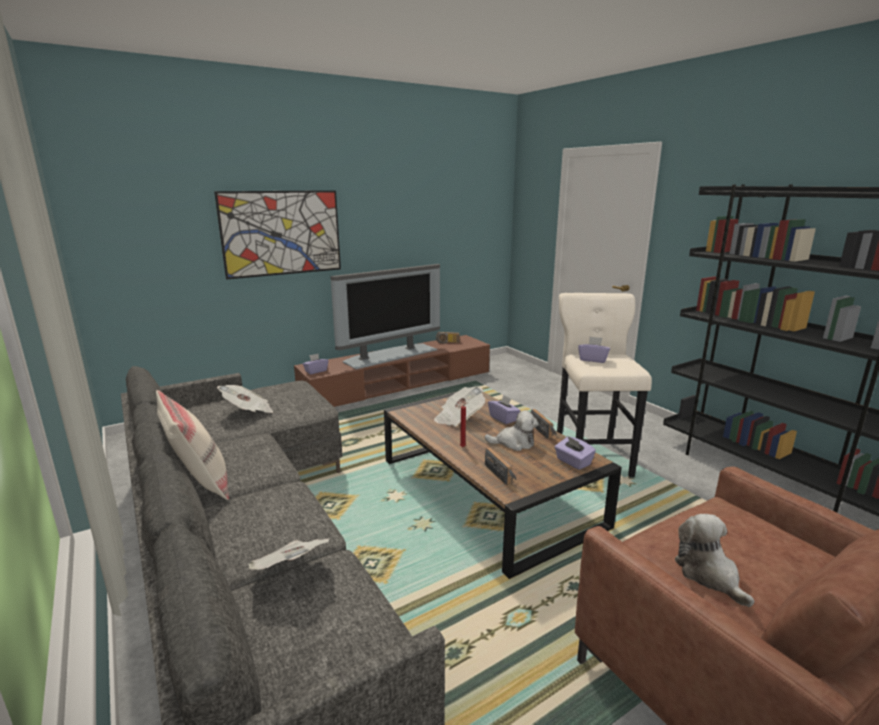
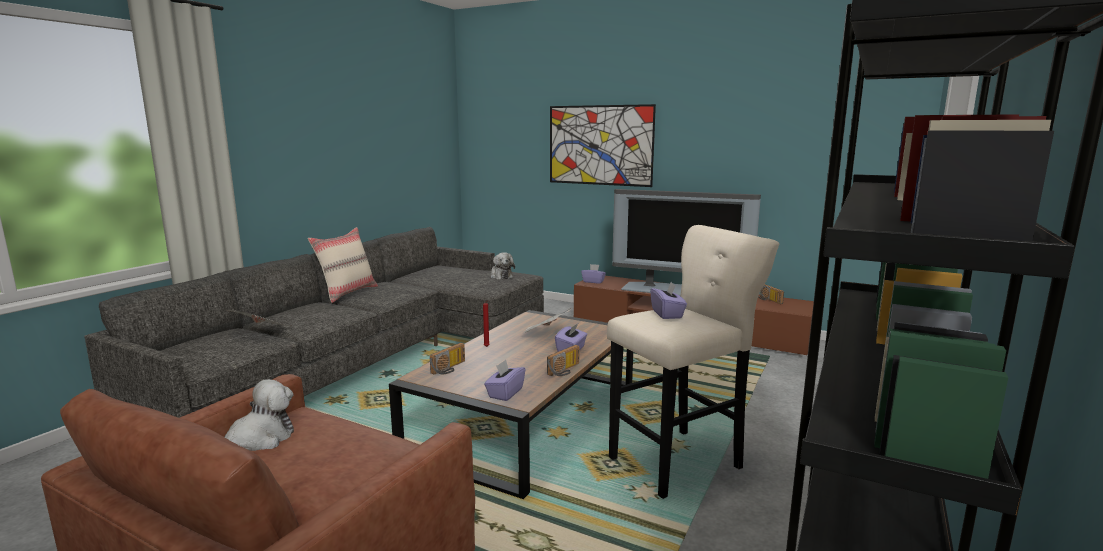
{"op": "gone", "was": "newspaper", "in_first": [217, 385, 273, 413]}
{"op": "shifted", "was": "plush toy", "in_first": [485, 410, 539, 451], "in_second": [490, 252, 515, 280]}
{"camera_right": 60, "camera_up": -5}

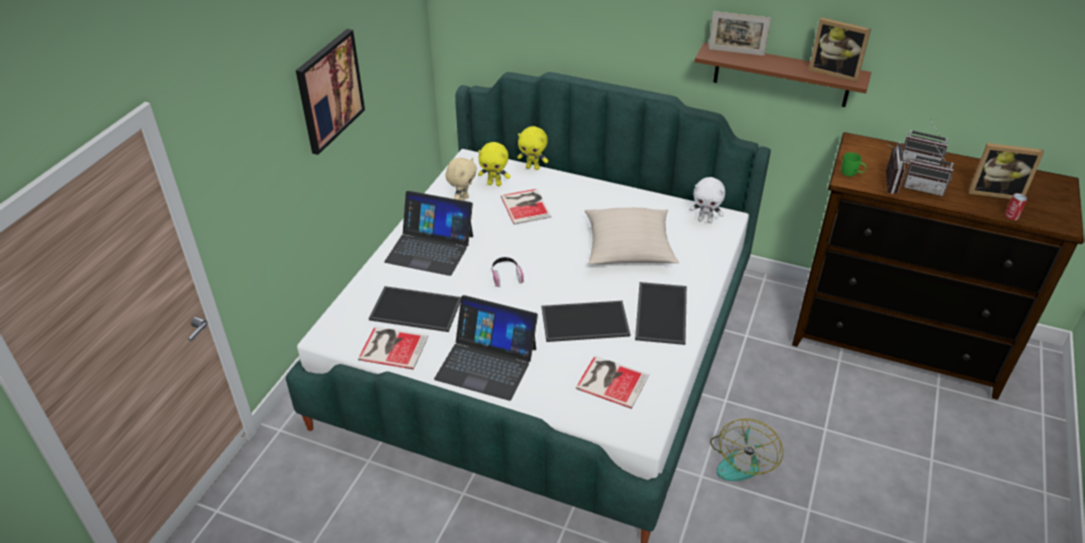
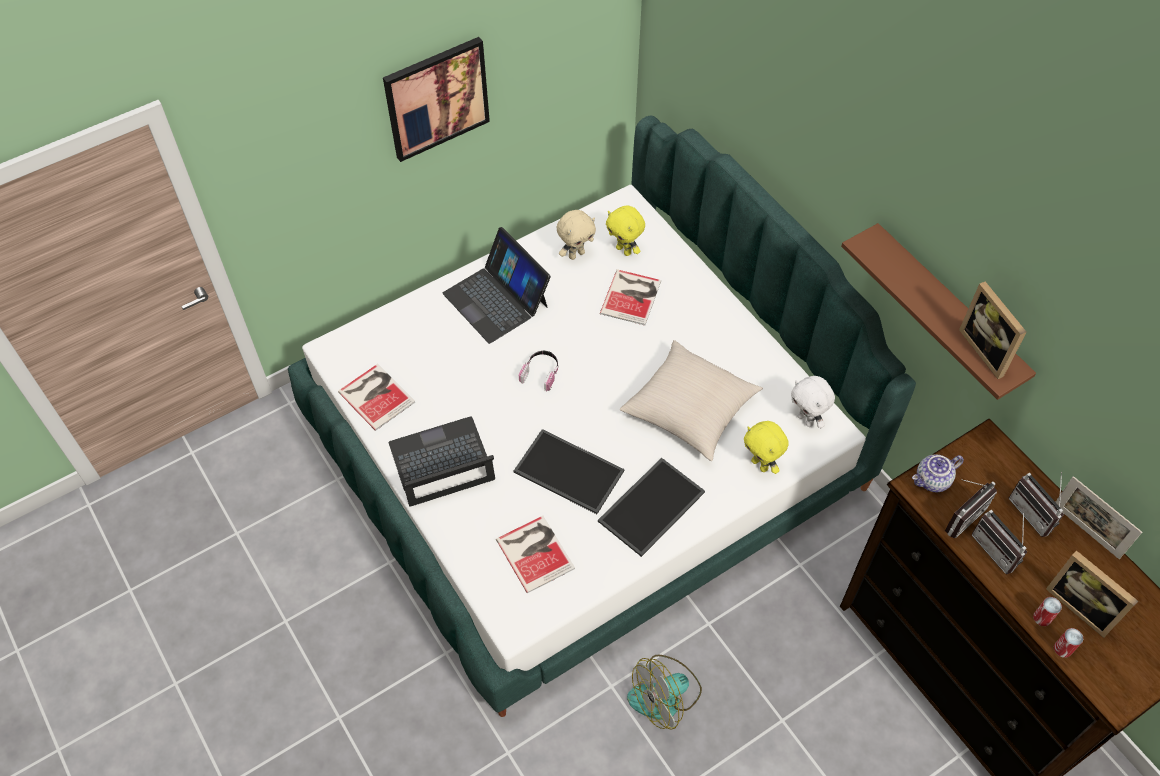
{"op": "gone", "was": "tray", "in_first": [369, 286, 461, 332]}
{"op": "new", "now": "can", "in_second": [1033, 597, 1062, 626]}
{"op": "shifted", "was": "plush toy/yellow", "in_first": [517, 126, 548, 170], "in_second": [744, 421, 789, 474]}
{"op": "shifted", "was": "picture frame", "in_first": [708, 11, 771, 56], "in_second": [1056, 476, 1142, 559]}
{"op": "swapped", "was": "mug/green", "now": "teapot", "in_first": [841, 152, 867, 176], "in_second": [912, 455, 964, 492]}
{"op": "rotated", "was": "laptop", "in_first": [434, 295, 538, 401], "in_second": [389, 416, 495, 507], "clockwise": 105}
{"camera_right": 35, "camera_up": 15}

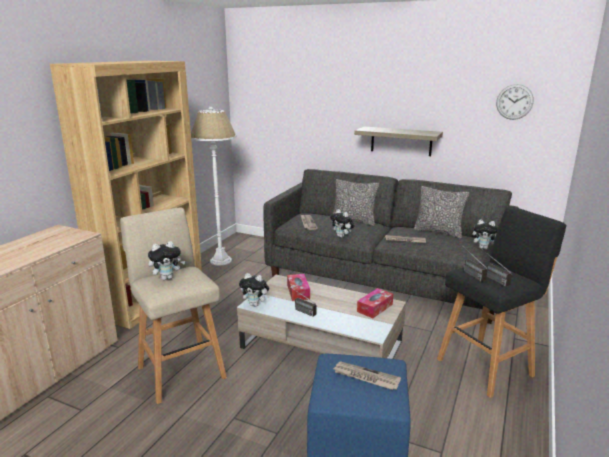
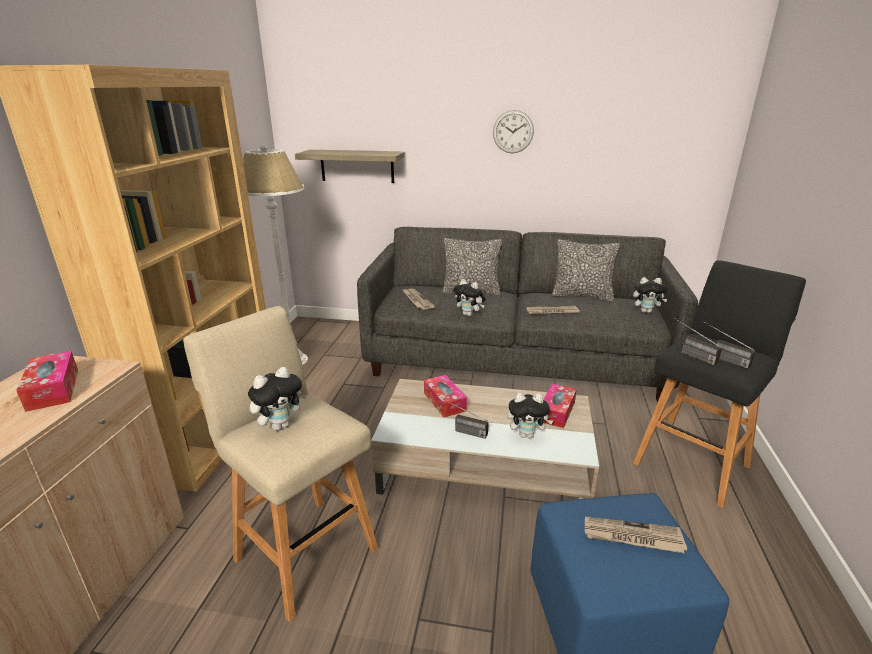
{"op": "new", "now": "tissue box", "in_second": [16, 351, 78, 412]}
{"op": "shifted", "was": "plush toy", "in_first": [239, 273, 270, 307], "in_second": [507, 393, 554, 438]}
{"op": "shifted", "was": "shelf", "in_first": [354, 127, 443, 156], "in_second": [295, 150, 405, 183]}
{"op": "shifted", "was": "wall clock", "in_first": [496, 84, 534, 120], "in_second": [493, 110, 534, 153]}
{"camera_right": -15, "camera_up": 5}

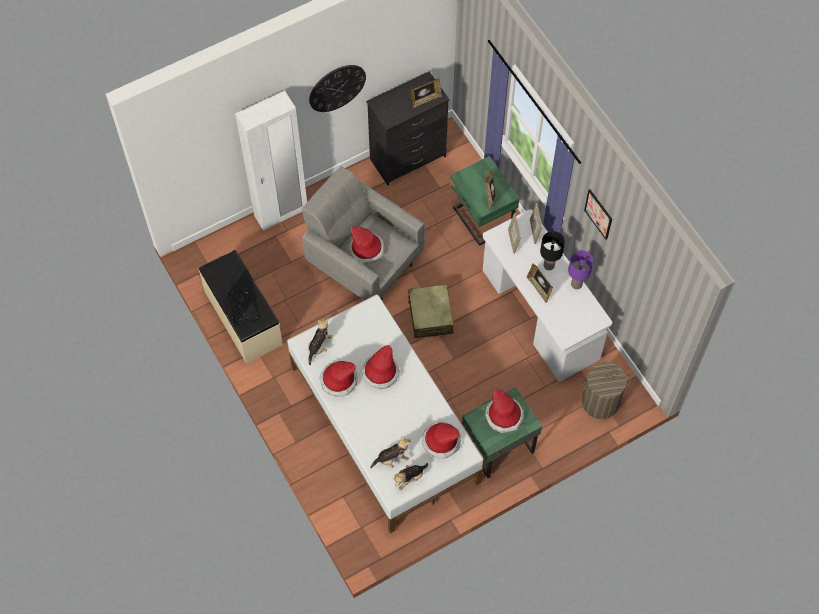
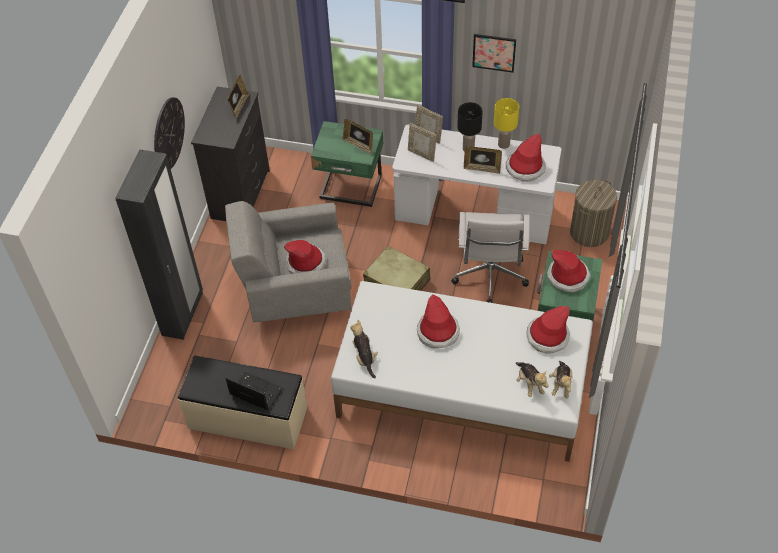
{"op": "new", "now": "office chair/white", "in_second": [451, 212, 530, 303]}
{"op": "shifted", "was": "hat", "in_first": [319, 361, 358, 396], "in_second": [506, 134, 546, 181]}
{"op": "repainted", "was": "wardrobe/white", "now": "wardrobe/black", "in_first": [235, 91, 307, 231], "in_second": [115, 150, 203, 340]}
{"op": "repainted", "was": "table lamp/purple", "now": "table lamp/yellow", "in_first": [568, 250, 594, 289], "in_second": [494, 98, 519, 149]}
{"op": "rotated", "was": "plush toy", "in_first": [370, 437, 411, 468], "in_second": [515, 362, 549, 397], "clockwise": 135}
{"camera_right": -45, "camera_up": -10}

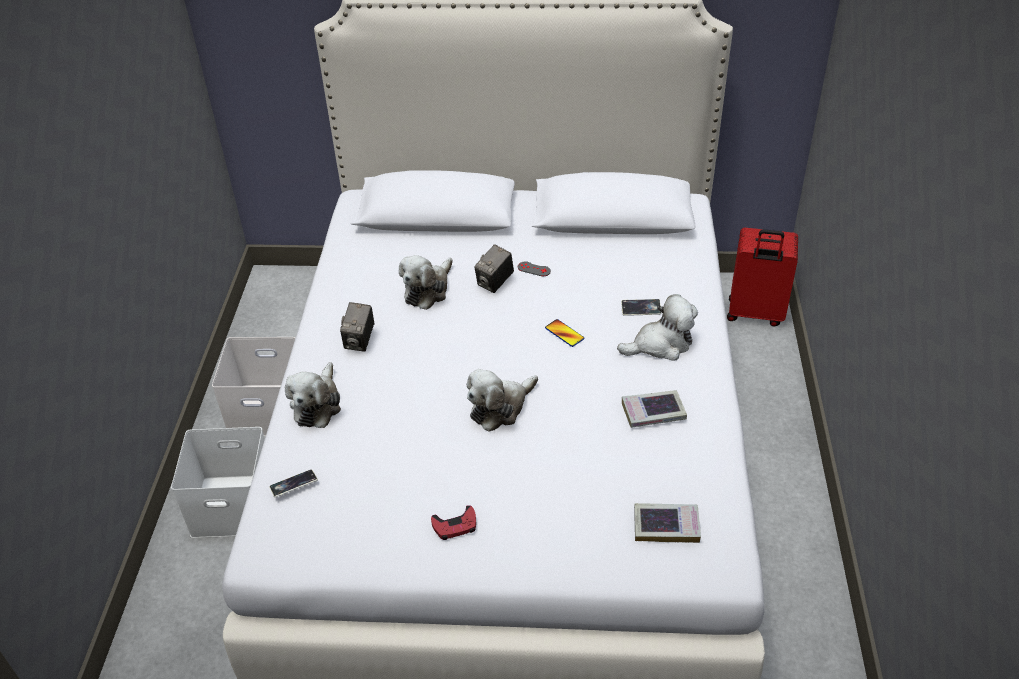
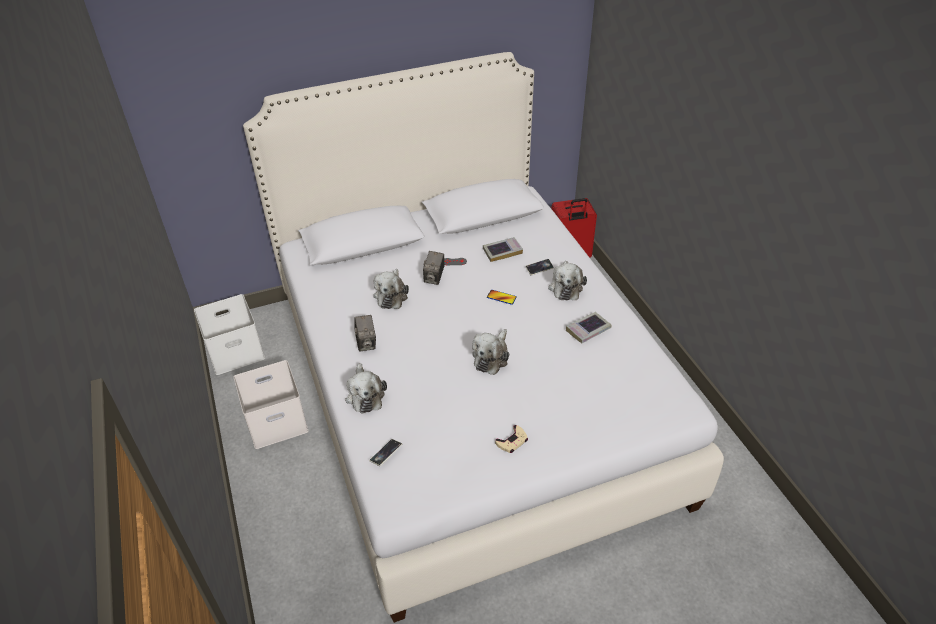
{"op": "shifted", "was": "storage box/white", "in_first": [171, 427, 265, 538], "in_second": [194, 294, 265, 375]}
{"op": "shifted", "was": "book", "in_first": [634, 503, 701, 543], "in_second": [483, 237, 523, 262]}
{"op": "repainted", "was": "game controller/red", "now": "game controller/beige", "in_first": [431, 505, 476, 540], "in_second": [495, 425, 528, 453]}
{"op": "rotated", "was": "plush toy", "in_first": [617, 294, 698, 361], "in_second": [548, 261, 587, 300], "clockwise": 135}
{"camera_right": -25, "camera_up": 0}

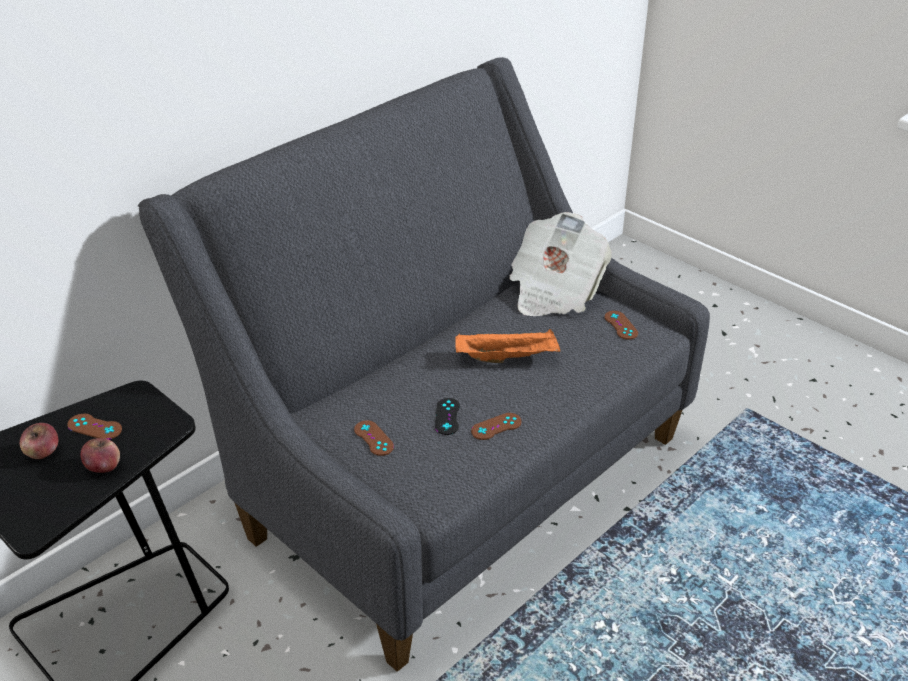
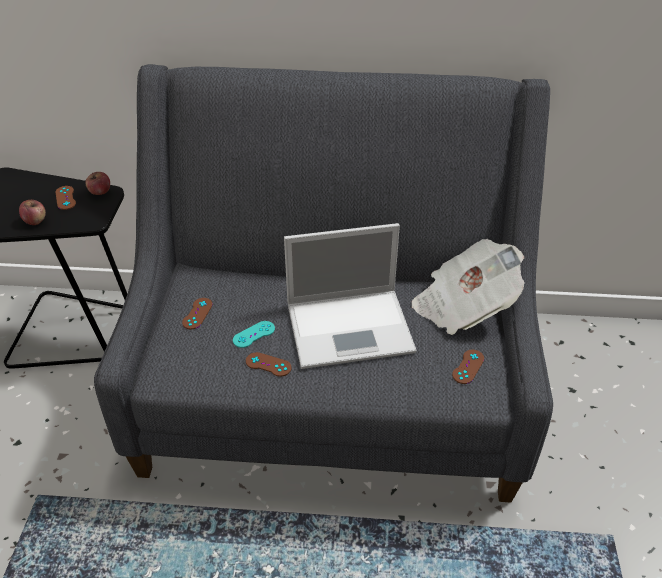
{"op": "shifted", "was": "apple", "in_first": [20, 423, 58, 459], "in_second": [85, 172, 110, 195]}
{"op": "swapped", "was": "tray/orange", "now": "laptop", "in_first": [456, 329, 561, 363], "in_second": [284, 223, 417, 369]}
{"op": "repainted", "was": "game controller/black", "now": "game controller/turquoise", "in_first": [435, 398, 460, 435], "in_second": [233, 321, 275, 348]}
{"camera_right": 50, "camera_up": 5}

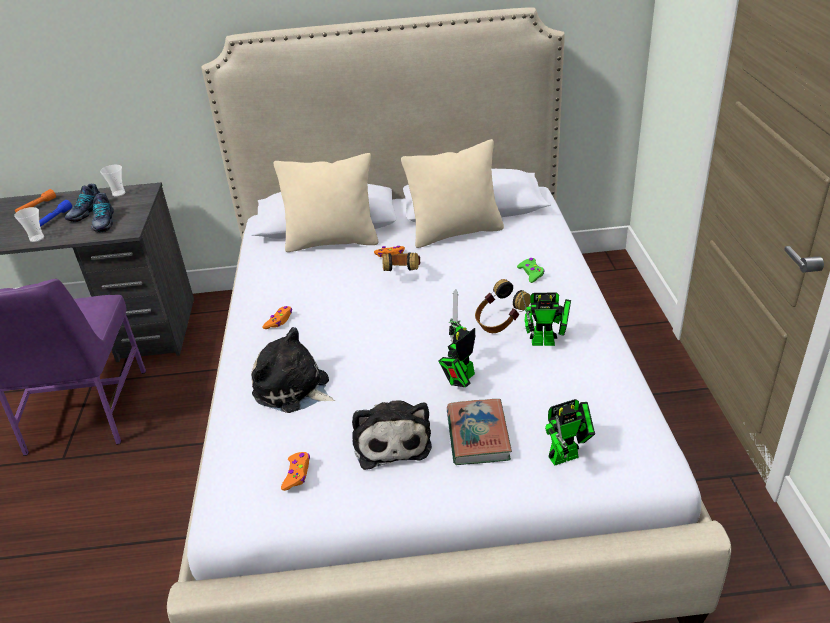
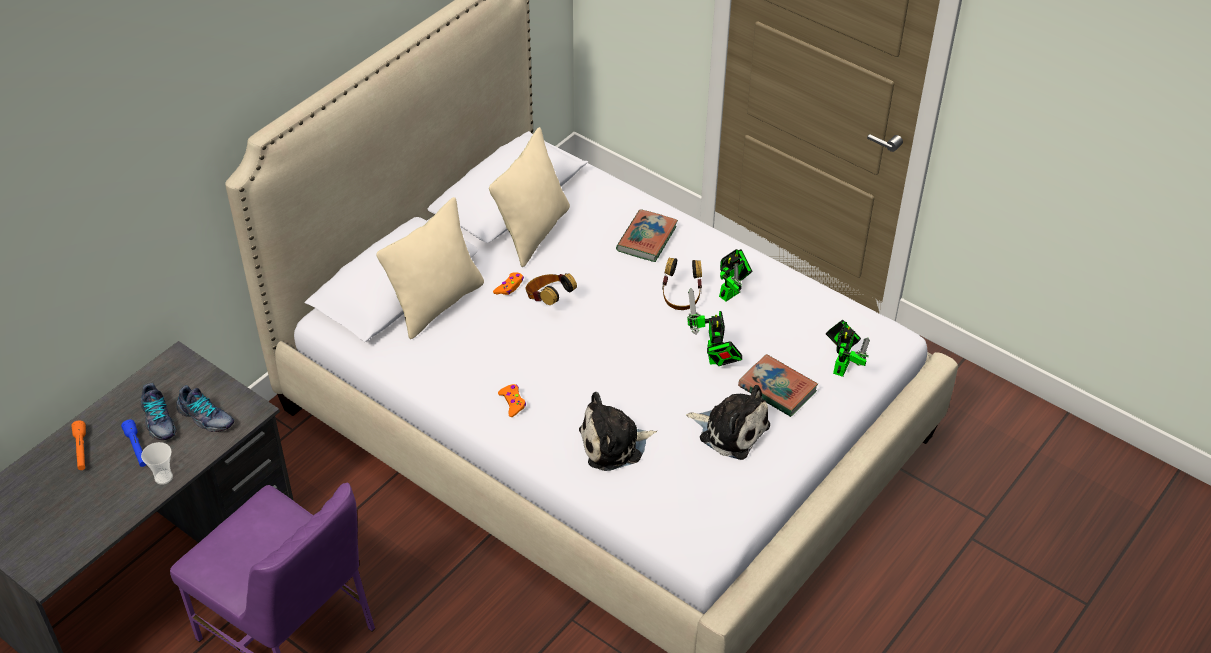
{"op": "gone", "was": "cup", "in_first": [100, 165, 126, 197]}
{"op": "gone", "was": "game controller/orange", "in_first": [281, 452, 310, 491]}
{"op": "swapped", "was": "game controller/green", "now": "book", "in_first": [517, 258, 545, 283], "in_second": [616, 209, 678, 262]}
{"camera_right": -50, "camera_up": 10}

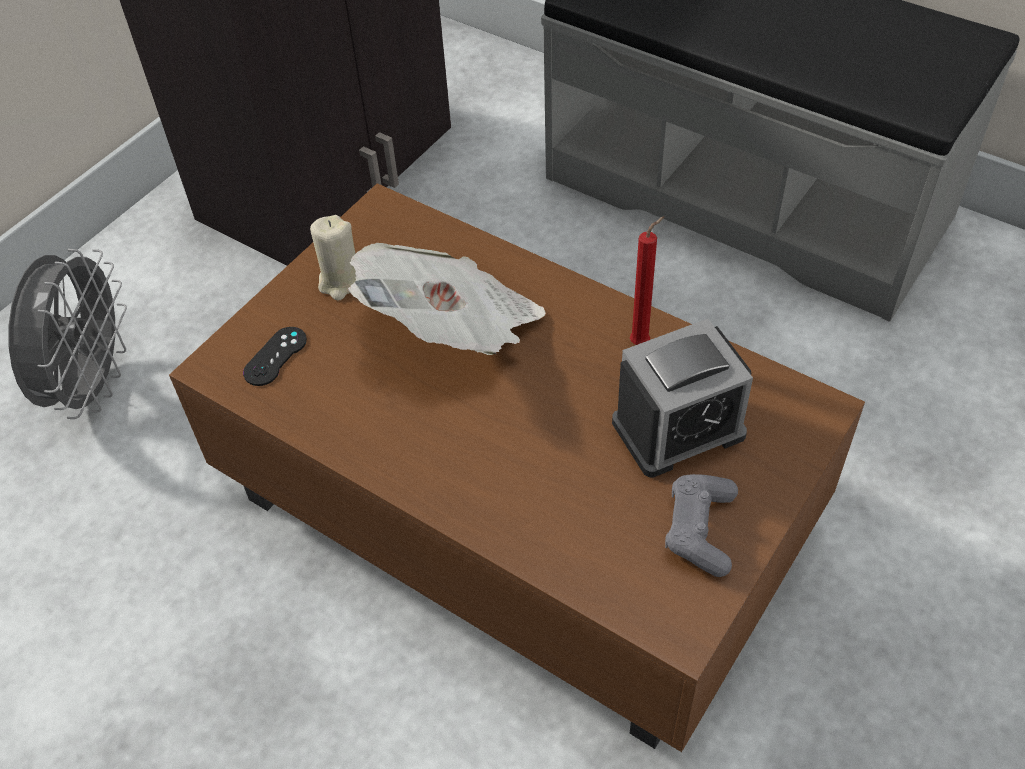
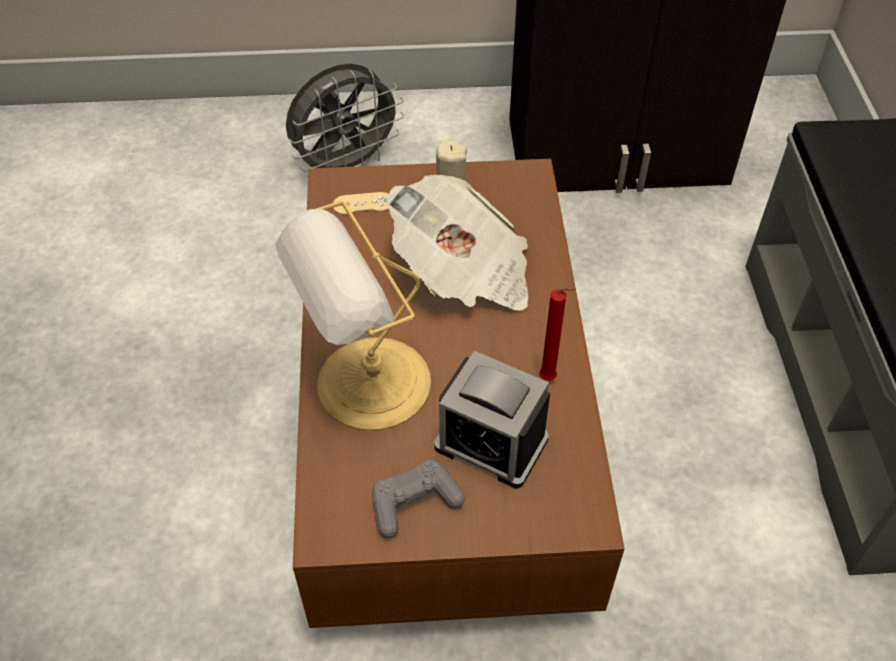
{"op": "new", "now": "table lamp", "in_second": [275, 201, 431, 431]}
{"op": "repainted", "was": "game controller/black", "now": "game controller/beige", "in_first": [243, 327, 307, 386], "in_second": [333, 192, 389, 215]}
{"camera_right": 50, "camera_up": 0}

